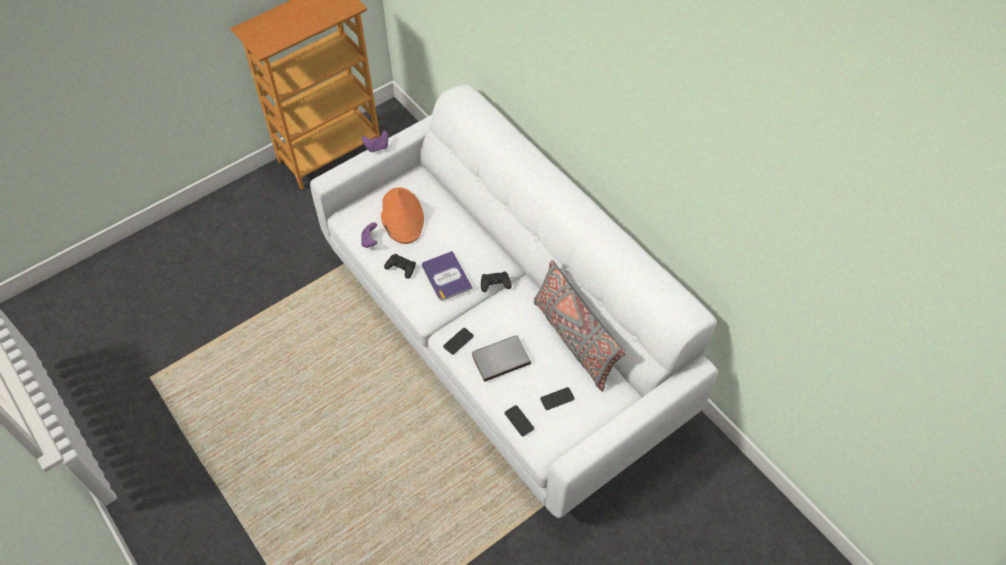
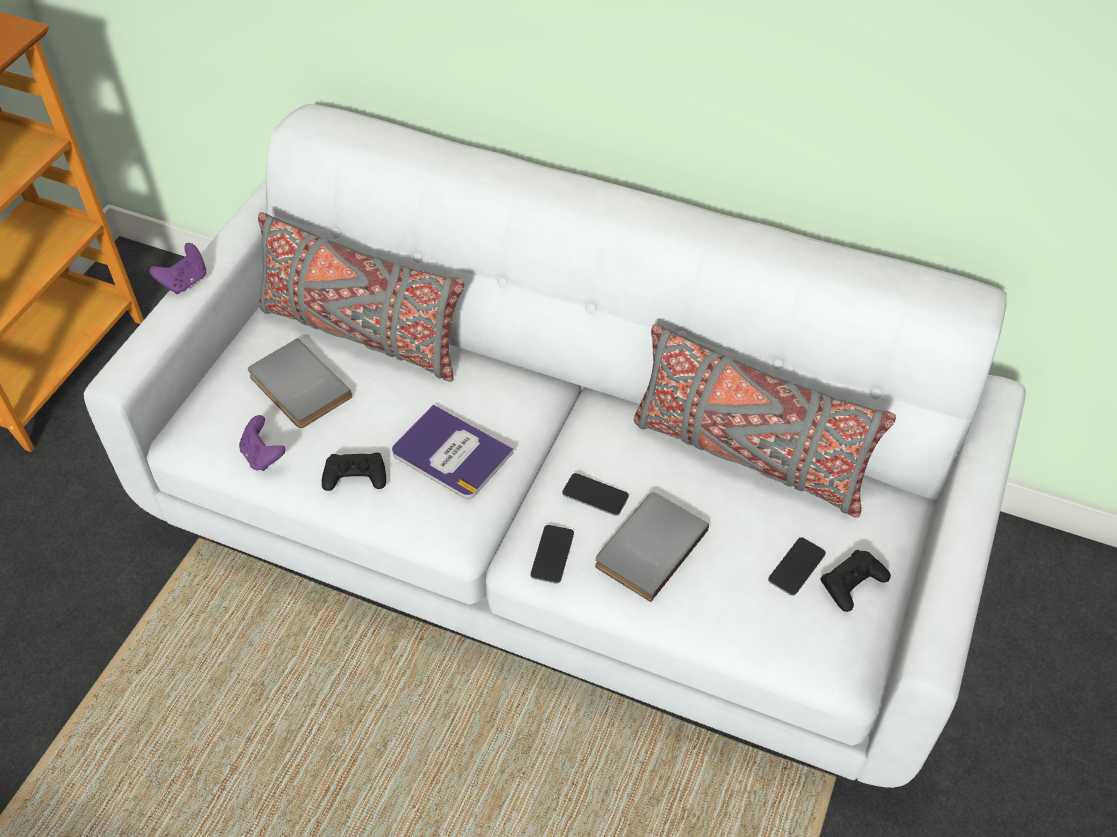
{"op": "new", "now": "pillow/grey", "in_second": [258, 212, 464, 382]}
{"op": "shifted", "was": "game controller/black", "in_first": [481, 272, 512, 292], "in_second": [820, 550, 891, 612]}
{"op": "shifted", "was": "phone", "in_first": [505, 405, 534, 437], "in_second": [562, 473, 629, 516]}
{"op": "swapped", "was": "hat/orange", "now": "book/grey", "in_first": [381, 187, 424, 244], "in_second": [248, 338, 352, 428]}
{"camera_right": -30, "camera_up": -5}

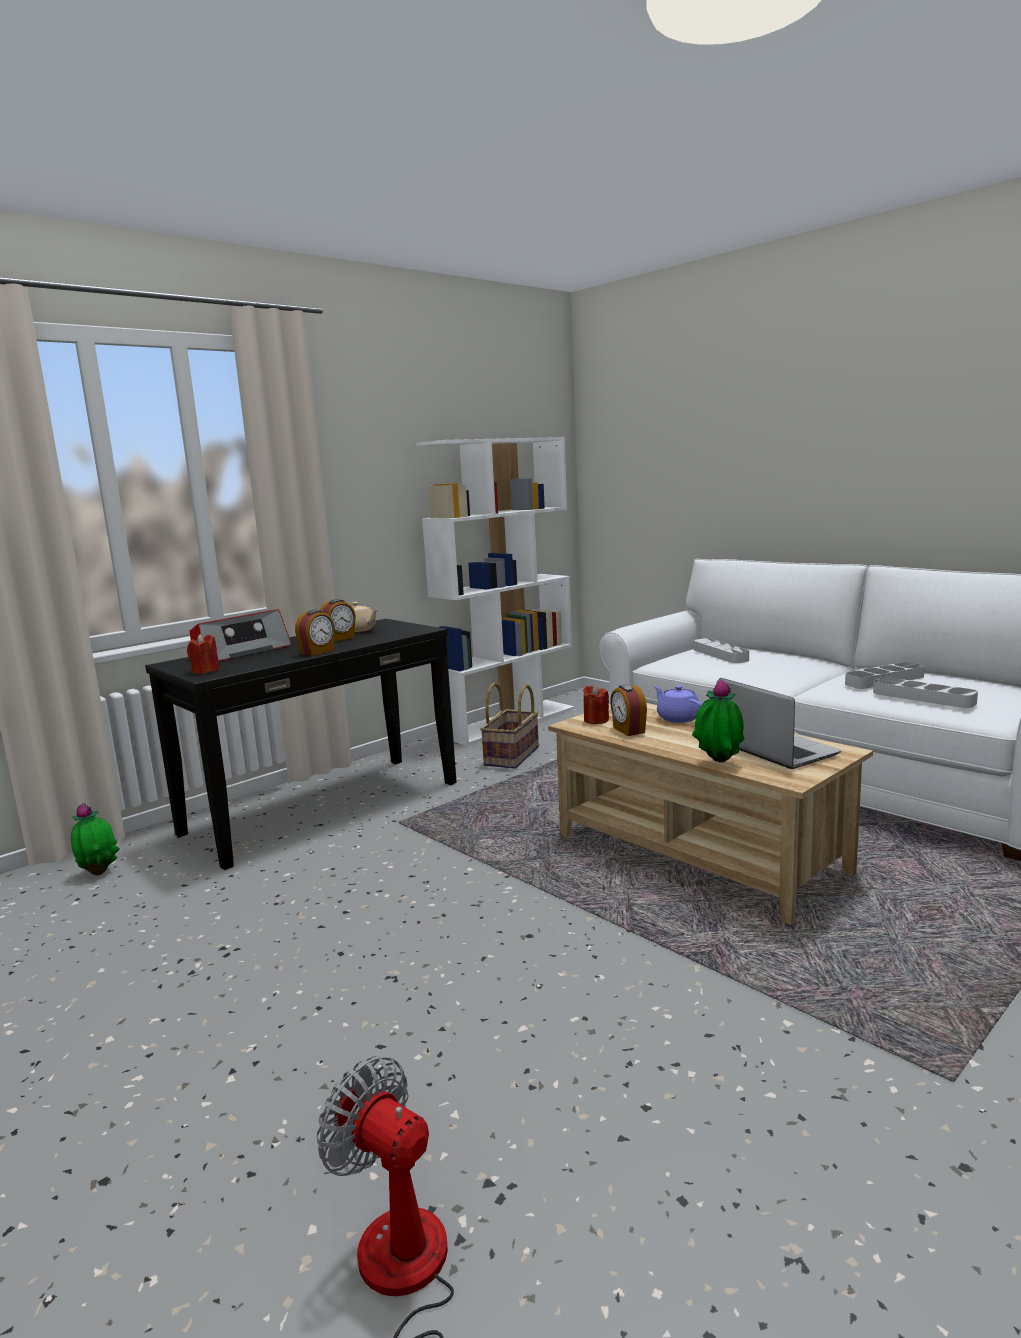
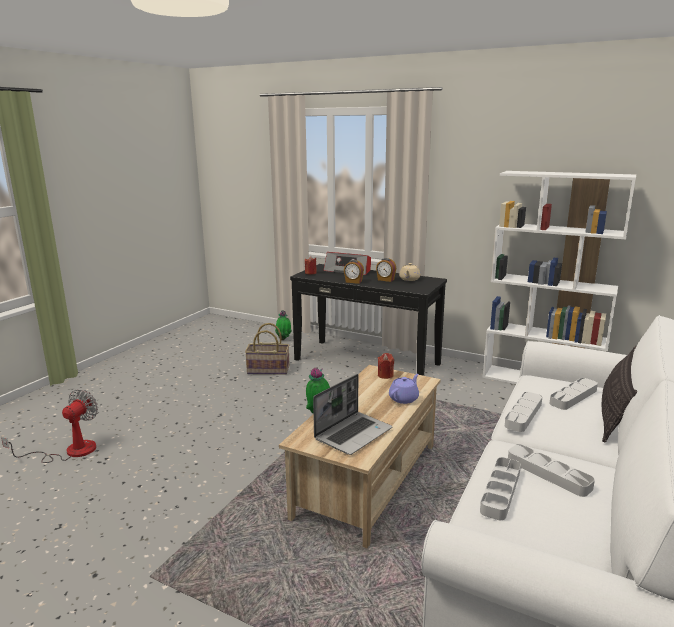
{"op": "gone", "was": "alarm clock", "in_first": [610, 684, 647, 736]}
{"op": "new", "now": "tray/grey", "in_second": [505, 392, 542, 432]}
{"op": "new", "now": "pillow", "in_second": [602, 346, 637, 442]}
{"op": "shifted", "was": "basket", "in_first": [480, 683, 539, 769], "in_second": [245, 323, 290, 375]}
{"camera_right": 70, "camera_up": 5}

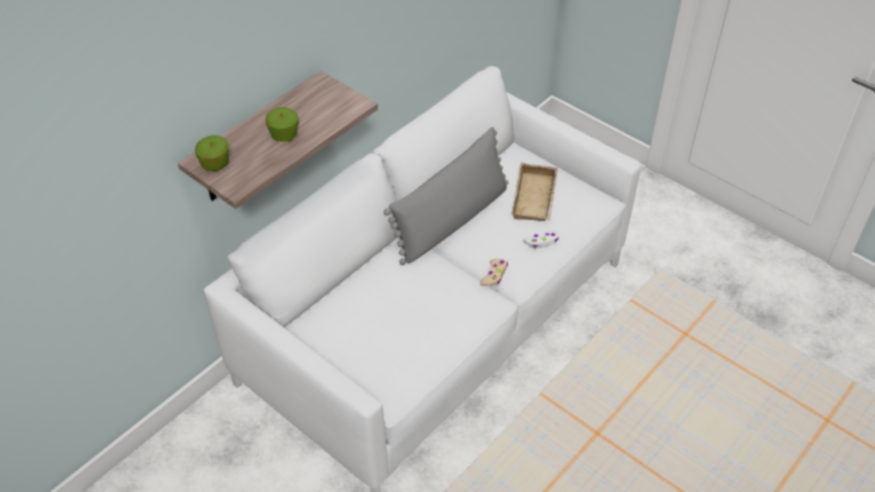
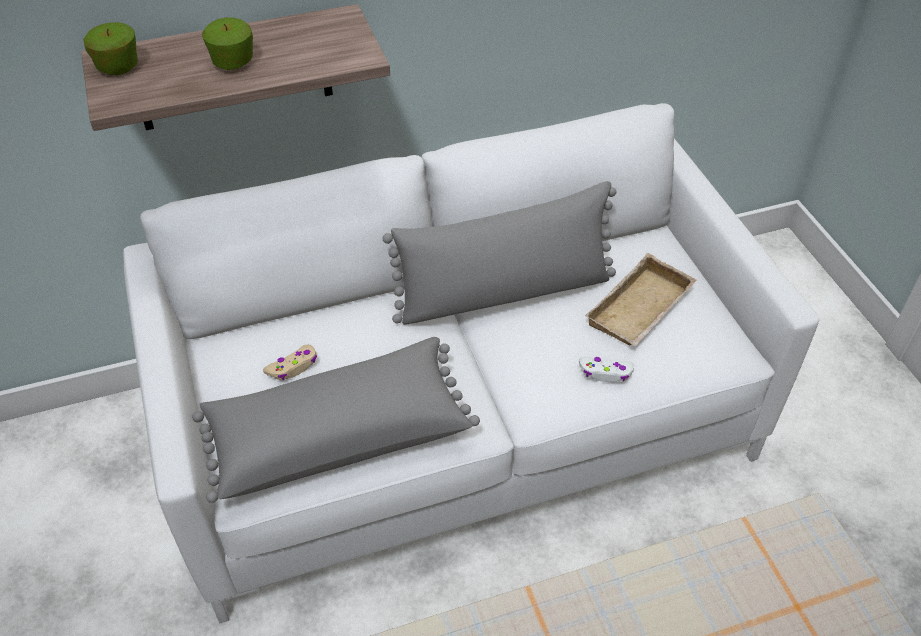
{"op": "new", "now": "pillow/grey", "in_second": [192, 337, 480, 503]}
{"op": "shifted", "was": "game controller/beige", "in_first": [480, 259, 508, 286], "in_second": [263, 344, 317, 380]}
{"camera_right": 30, "camera_up": 0}

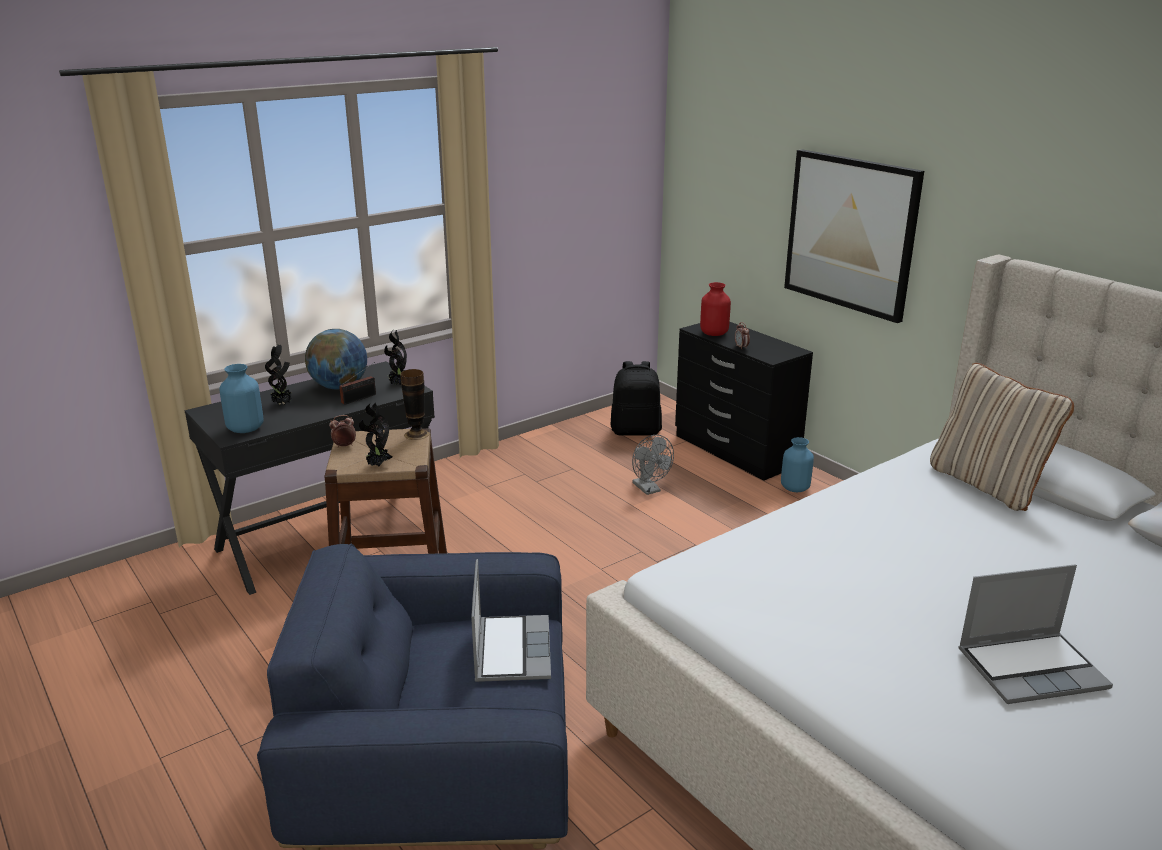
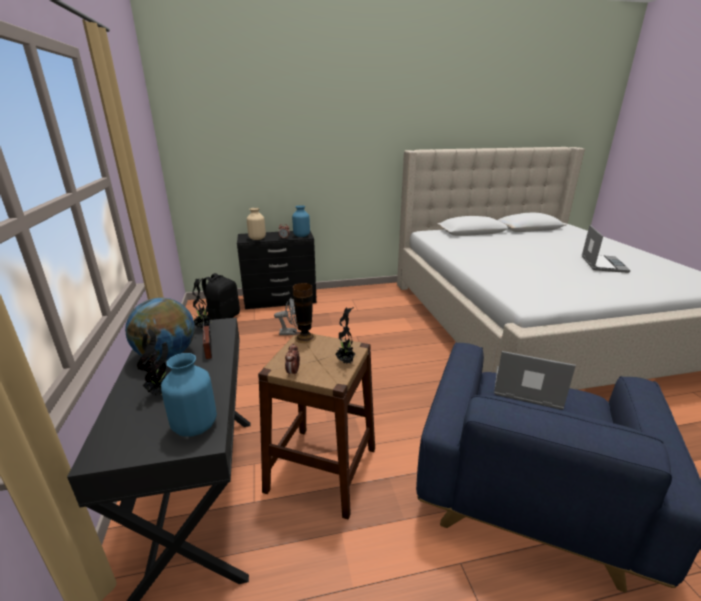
{"op": "gone", "was": "picture", "in_first": [784, 149, 924, 323]}
{"op": "gone", "was": "pillow/beige", "in_first": [930, 363, 1074, 511]}
{"op": "shifted", "was": "vase/blue", "in_first": [781, 437, 814, 492], "in_second": [292, 205, 310, 237]}
{"op": "repainted", "was": "vase/red", "now": "vase/beige", "in_first": [700, 282, 731, 336], "in_second": [247, 208, 266, 240]}
{"camera_right": -65, "camera_up": 0}

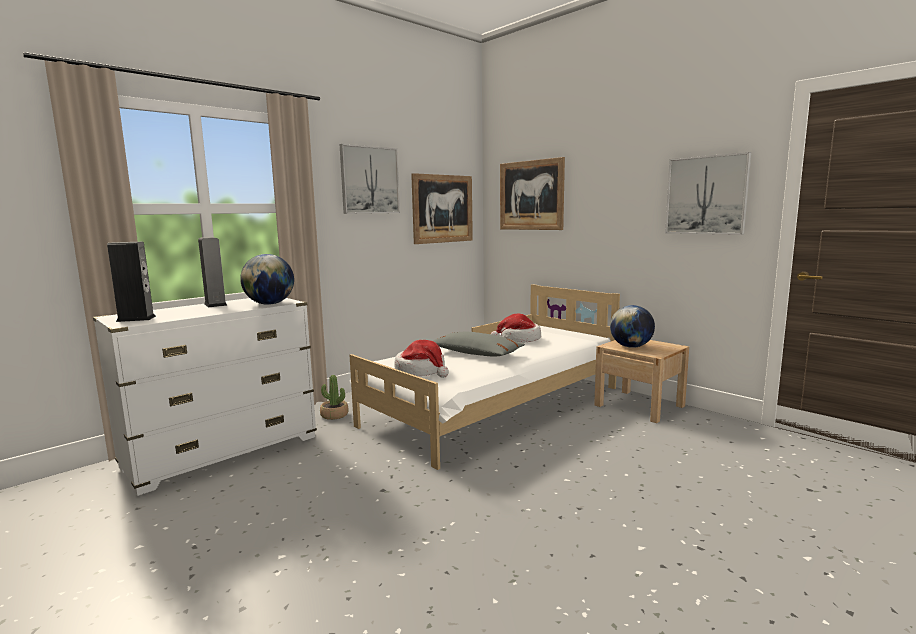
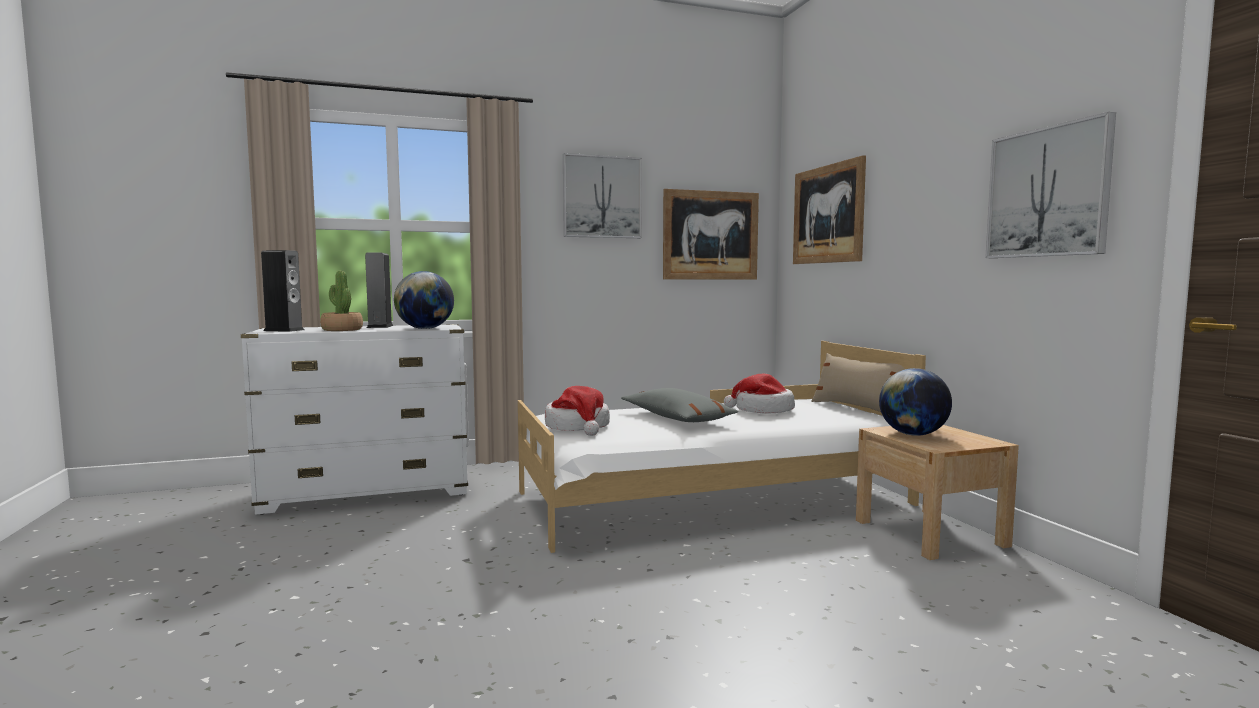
{"op": "new", "now": "pillow/beige", "in_second": [811, 353, 905, 412]}
{"op": "shifted", "was": "potted plant", "in_first": [320, 375, 349, 420], "in_second": [320, 271, 363, 331]}
{"camera_right": 25, "camera_up": -5}

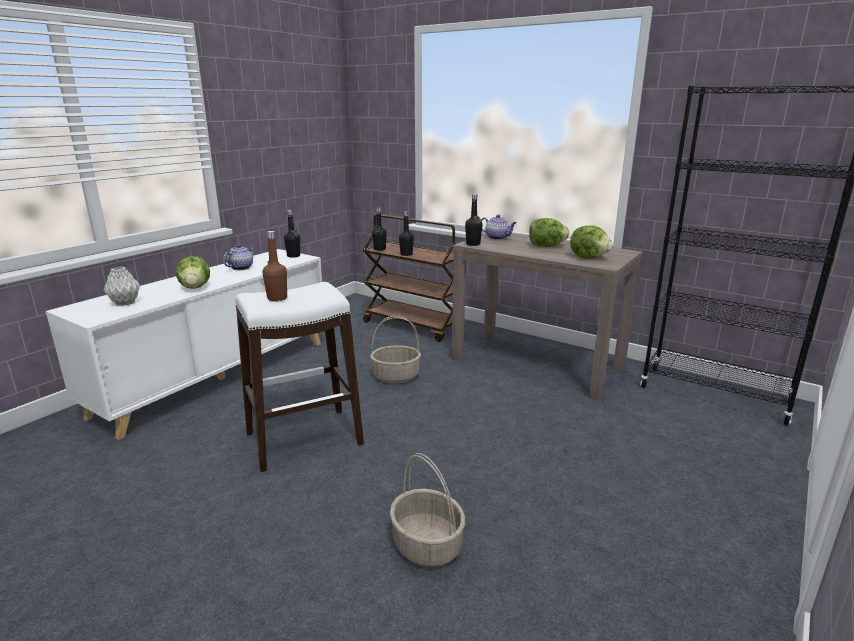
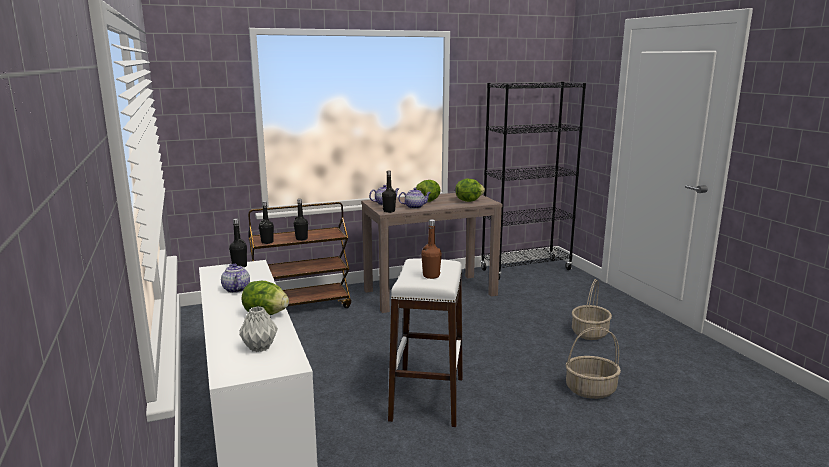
{"op": "new", "now": "teapot", "in_second": [398, 188, 431, 209]}
{"op": "shifted", "was": "basket", "in_first": [370, 316, 421, 383], "in_second": [572, 279, 612, 340]}
{"camera_right": -55, "camera_up": -5}

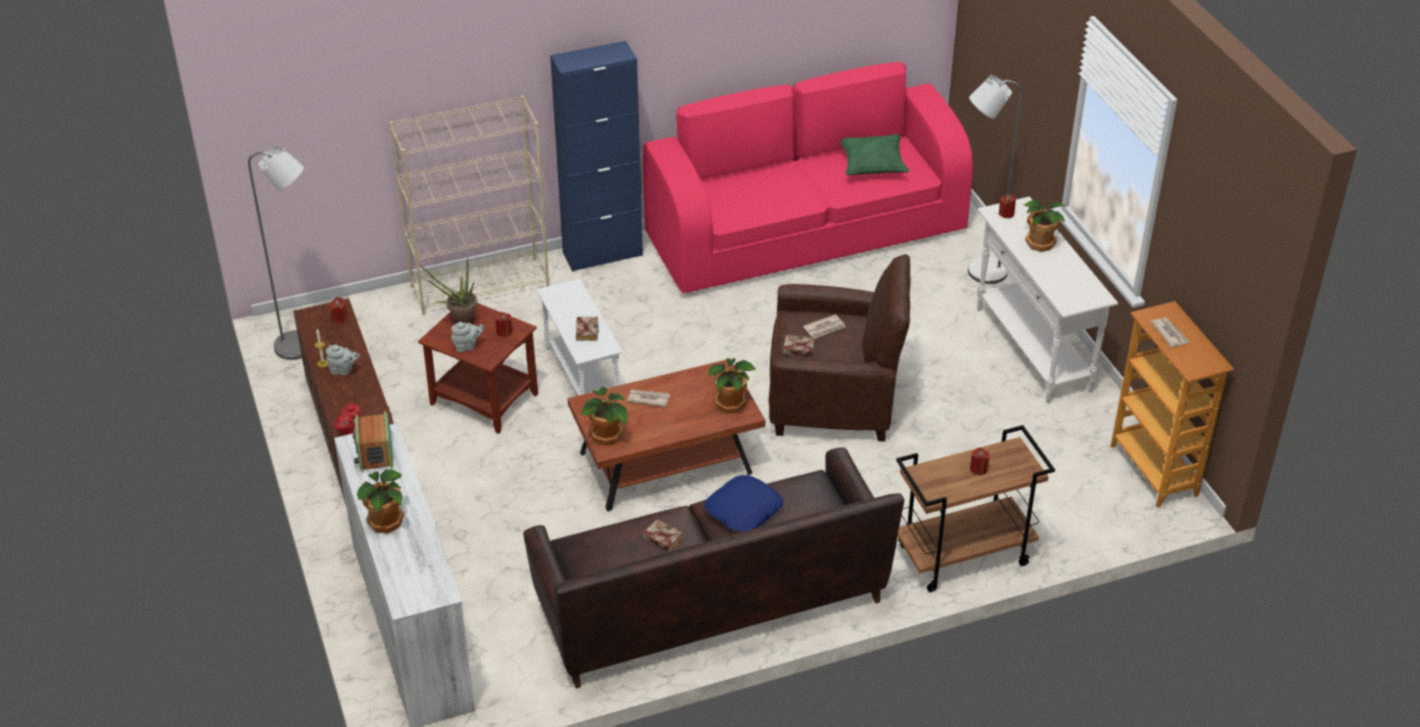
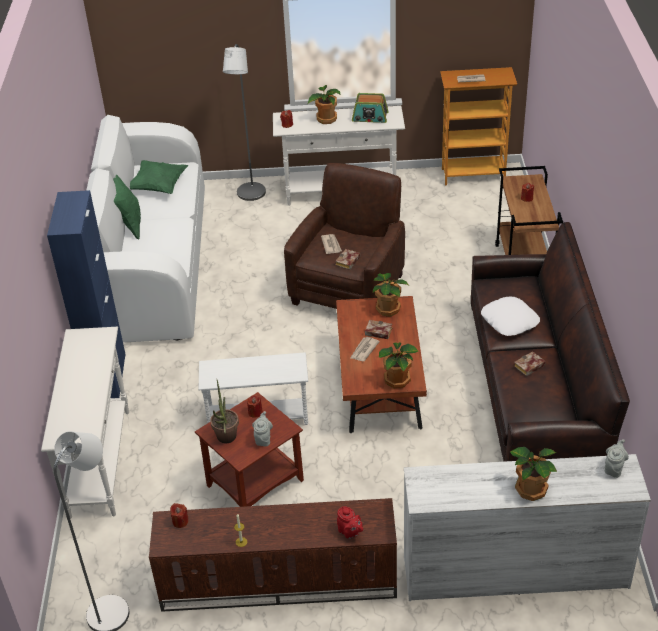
{"op": "new", "now": "pillow/green", "in_second": [113, 174, 141, 239]}
{"op": "shifted", "was": "teapot/grey", "in_first": [326, 345, 360, 375], "in_second": [605, 439, 629, 478]}
{"op": "shifted", "was": "radio", "in_first": [353, 411, 393, 472], "in_second": [352, 93, 389, 123]}
{"op": "shifted", "was": "book", "in_first": [576, 317, 599, 341], "in_second": [365, 320, 393, 339]}
{"op": "swapped", "was": "bookcase/beige", "now": "console table/white", "in_first": [389, 96, 549, 315], "in_second": [41, 327, 129, 519]}
{"op": "repainted", "was": "sofa/pink", "now": "sofa/white", "in_first": [643, 62, 973, 293], "in_second": [86, 115, 205, 343]}
{"op": "repainted", "was": "pillow/blue", "now": "pillow/white", "in_first": [704, 475, 783, 532], "in_second": [481, 297, 540, 336]}
{"camera_right": -70, "camera_up": 0}

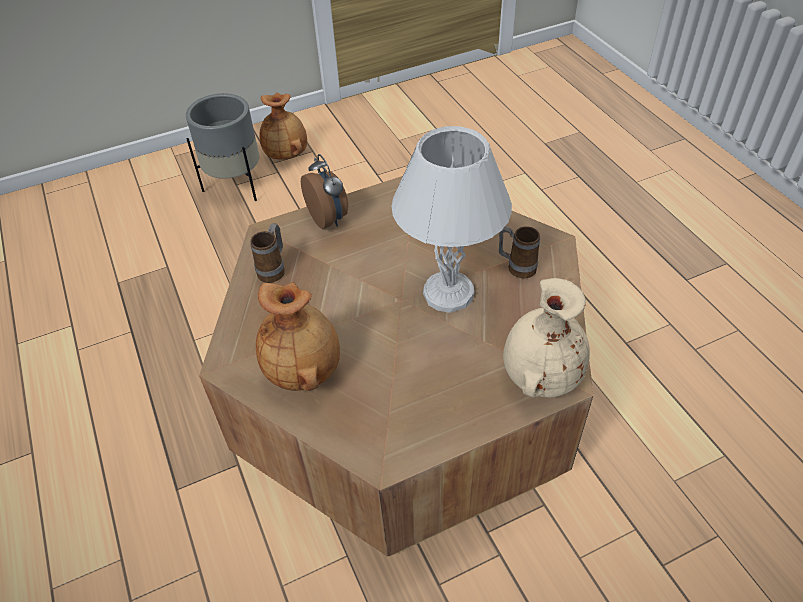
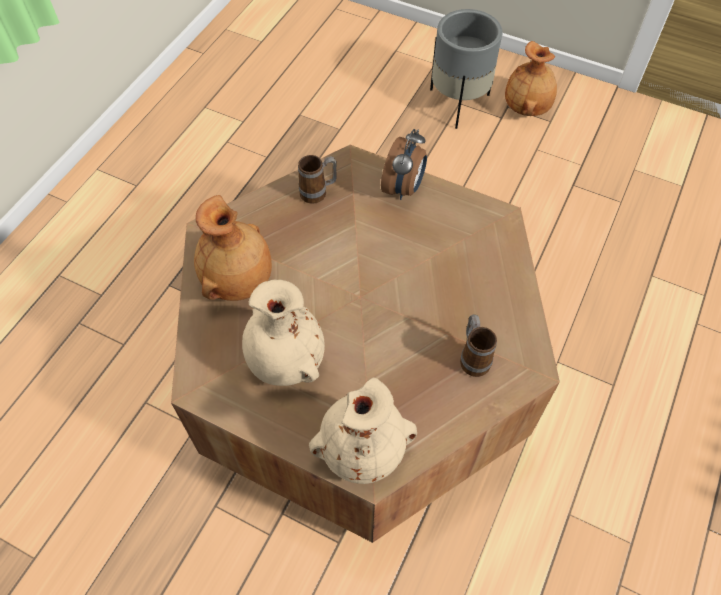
{"op": "gone", "was": "table lamp/white", "in_first": [391, 126, 512, 313]}
{"op": "new", "now": "vase/beige", "in_second": [242, 279, 325, 386]}
{"camera_right": 50, "camera_up": 10}

